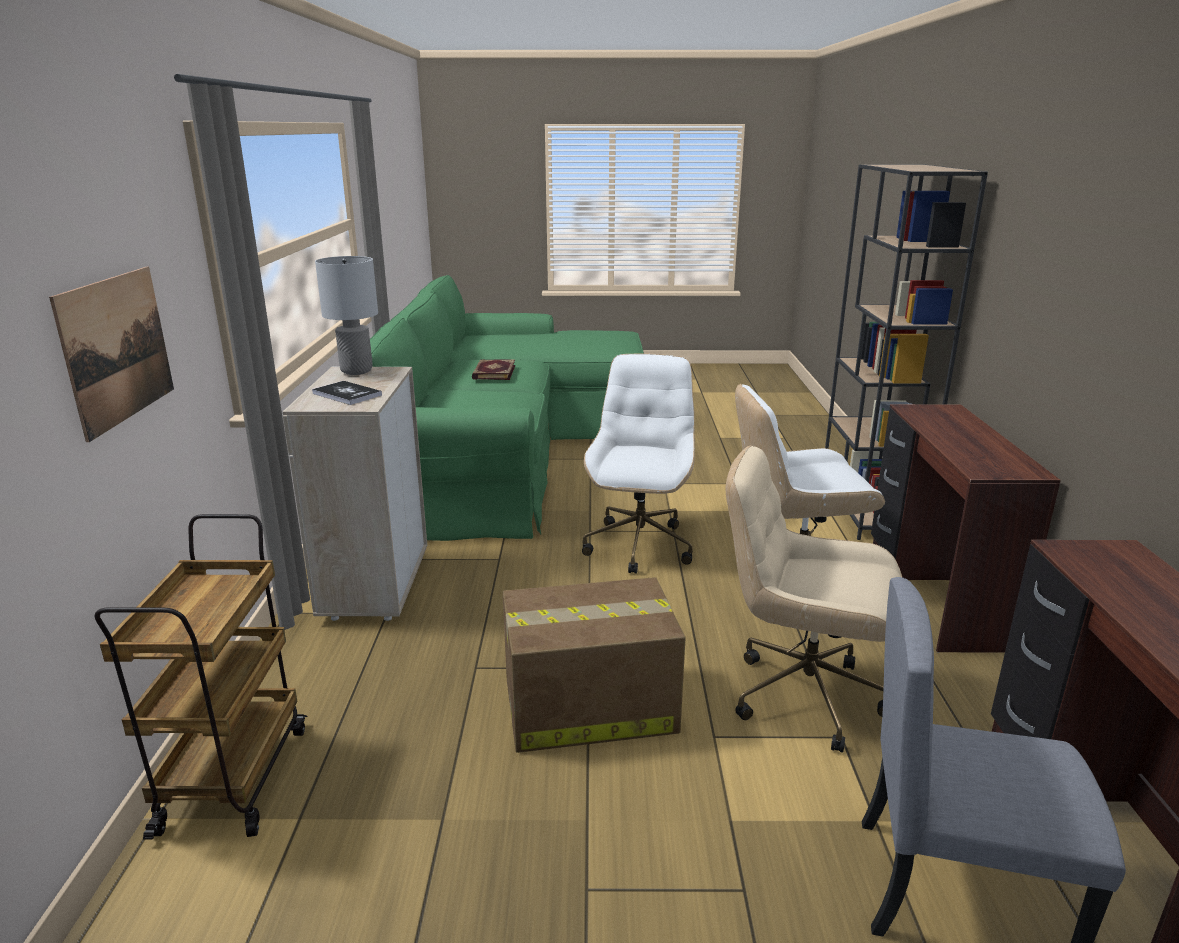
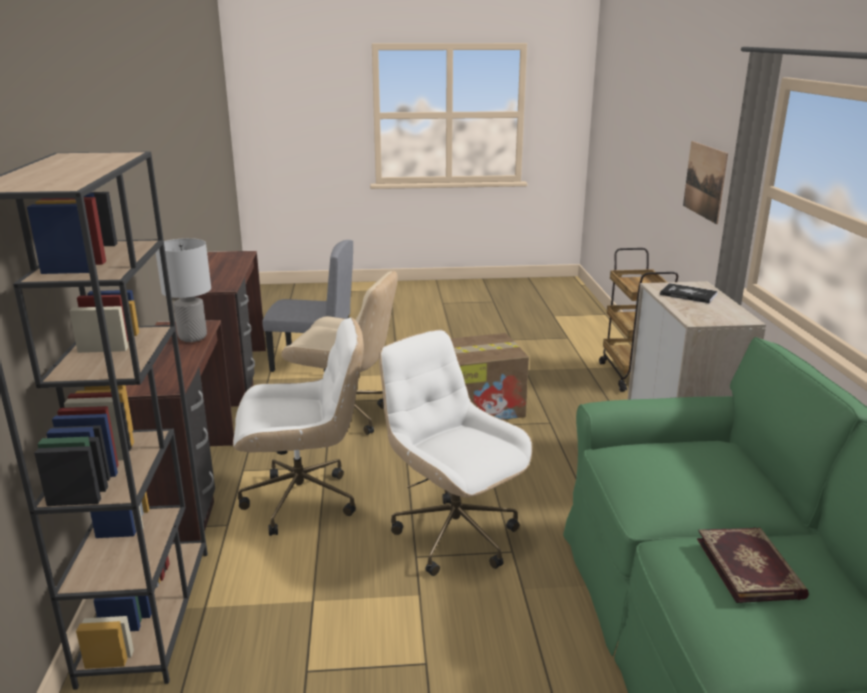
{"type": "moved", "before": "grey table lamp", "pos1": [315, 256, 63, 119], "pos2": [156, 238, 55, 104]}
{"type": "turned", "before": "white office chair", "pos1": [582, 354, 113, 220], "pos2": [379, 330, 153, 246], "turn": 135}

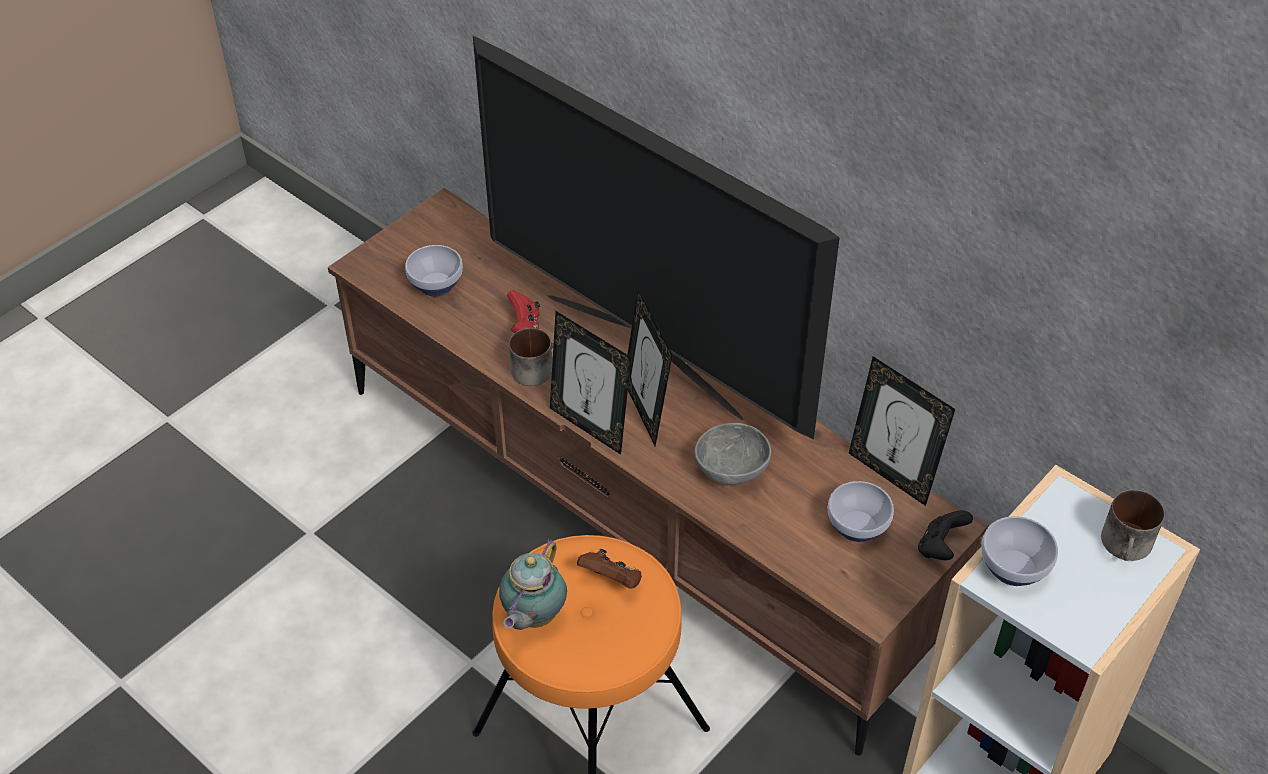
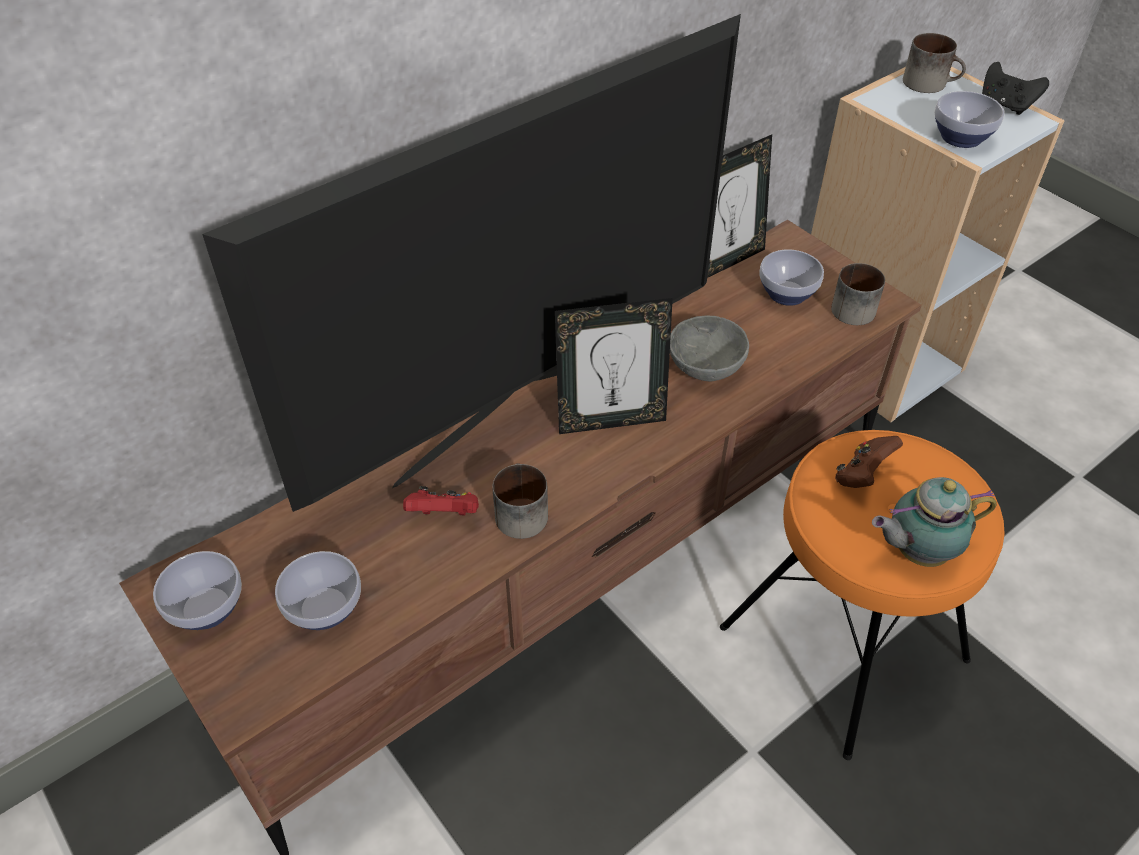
{"type": "removed", "before": "picture frame", "pos1": [550, 311, 81, 144]}
{"type": "added", "after": "bowl", "pos2": [153, 551, 89, 79]}
{"type": "added", "after": "mug", "pos2": [831, 263, 54, 62]}
{"type": "moved", "before": "black game controller", "pos1": [918, 511, 55, 49], "pos2": [982, 62, 67, 53]}
{"type": "turned", "before": "teapot", "pos1": [499, 539, 68, 91], "pos2": [872, 477, 125, 90], "turn": 135}

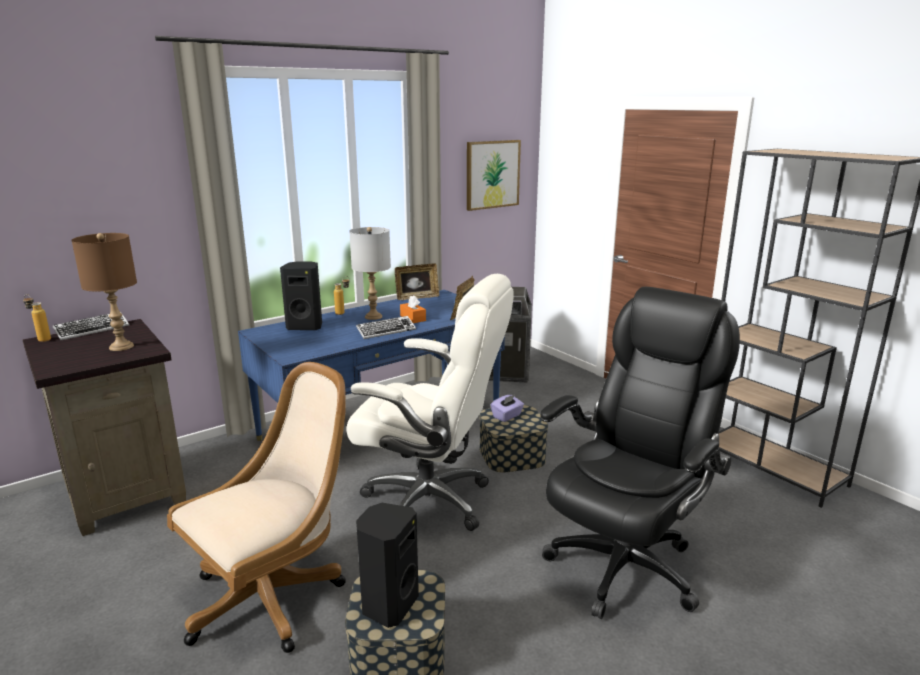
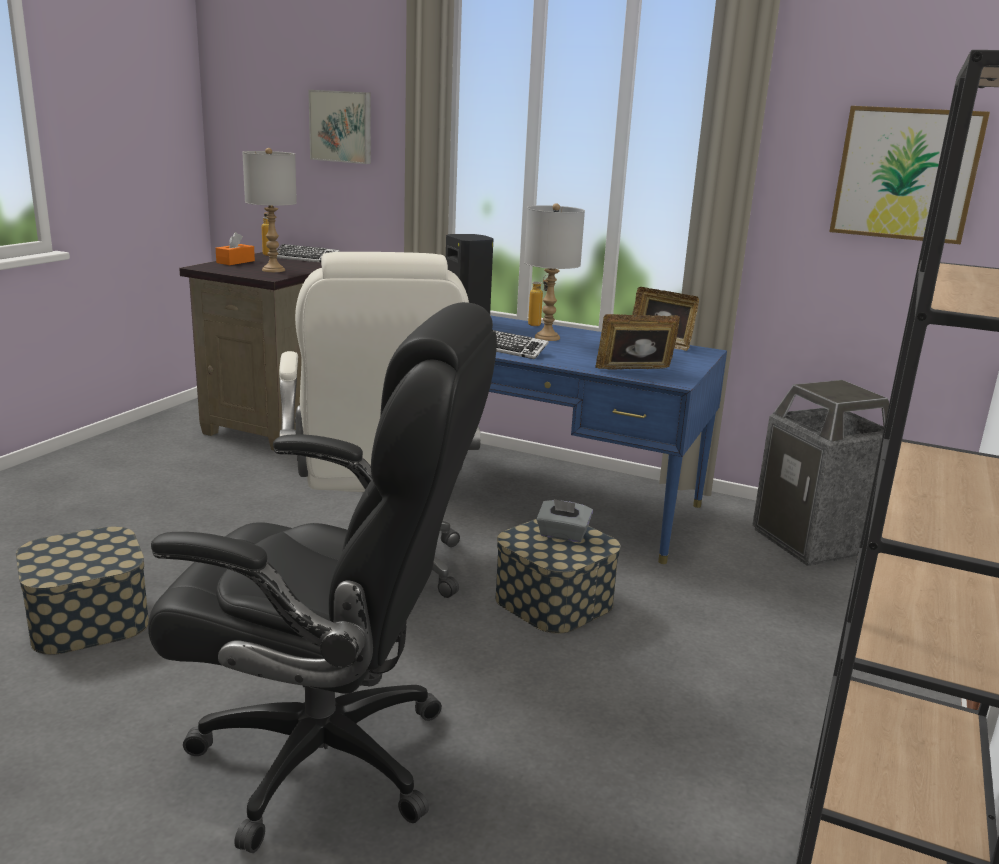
{"type": "removed", "before": "office chair", "pos1": [167, 362, 179, 291]}
{"type": "removed", "before": "black speaker", "pos1": [356, 503, 63, 125]}
{"type": "added", "after": "picture", "pos2": [308, 90, 63, 74]}
{"type": "moved", "before": "orange tissue box", "pos1": [400, 295, 26, 28], "pos2": [216, 232, 39, 33]}
{"type": "recoloured", "before": "brown table lamp", "after": "grey table lamp", "pos1": [72, 233, 65, 118], "pos2": [242, 148, 55, 124]}
{"type": "recoloured", "before": "purple tissue box", "after": "grey tissue box", "pos1": [491, 394, 33, 28], "pos2": [536, 499, 57, 44]}

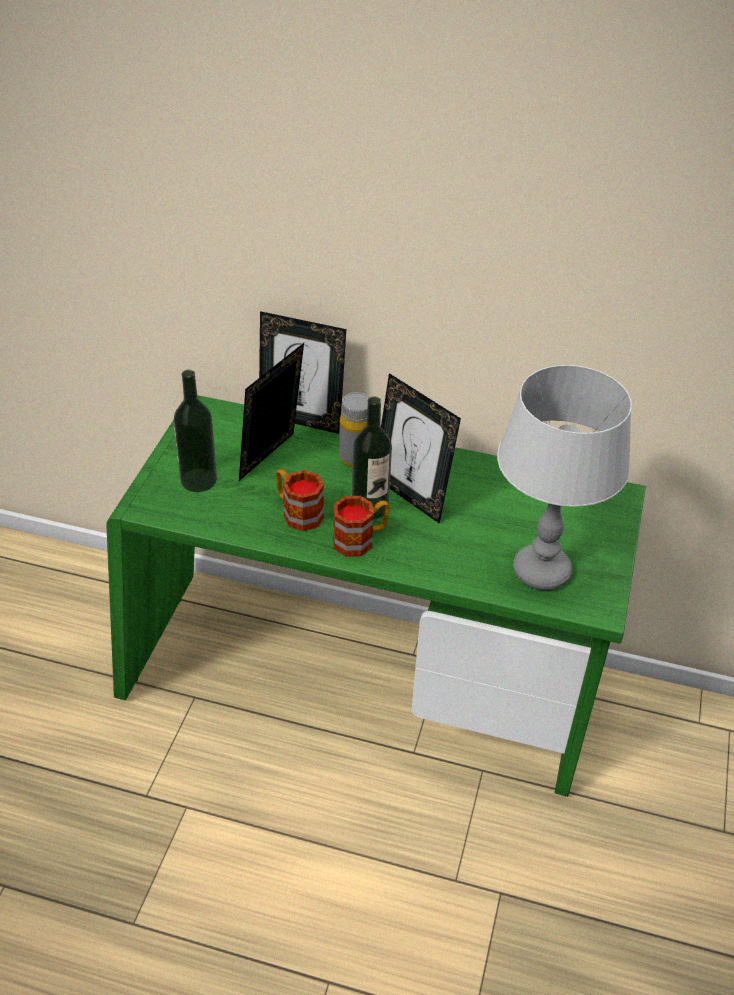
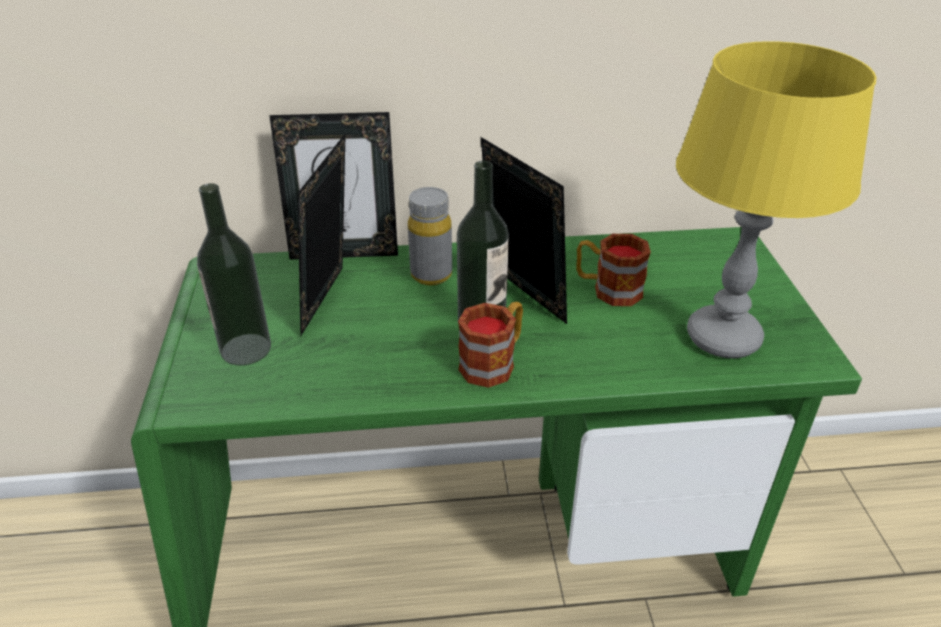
{"type": "moved", "before": "mug", "pos1": [276, 469, 48, 62], "pos2": [577, 234, 74, 72]}
{"type": "recoloured", "before": "grey table lamp", "after": "yellow table lamp", "pos1": [497, 365, 135, 225], "pos2": [676, 41, 200, 317]}
{"type": "turned", "before": "picture frame", "pos1": [381, 373, 80, 151], "pos2": [480, 137, 87, 187], "turn": -150}

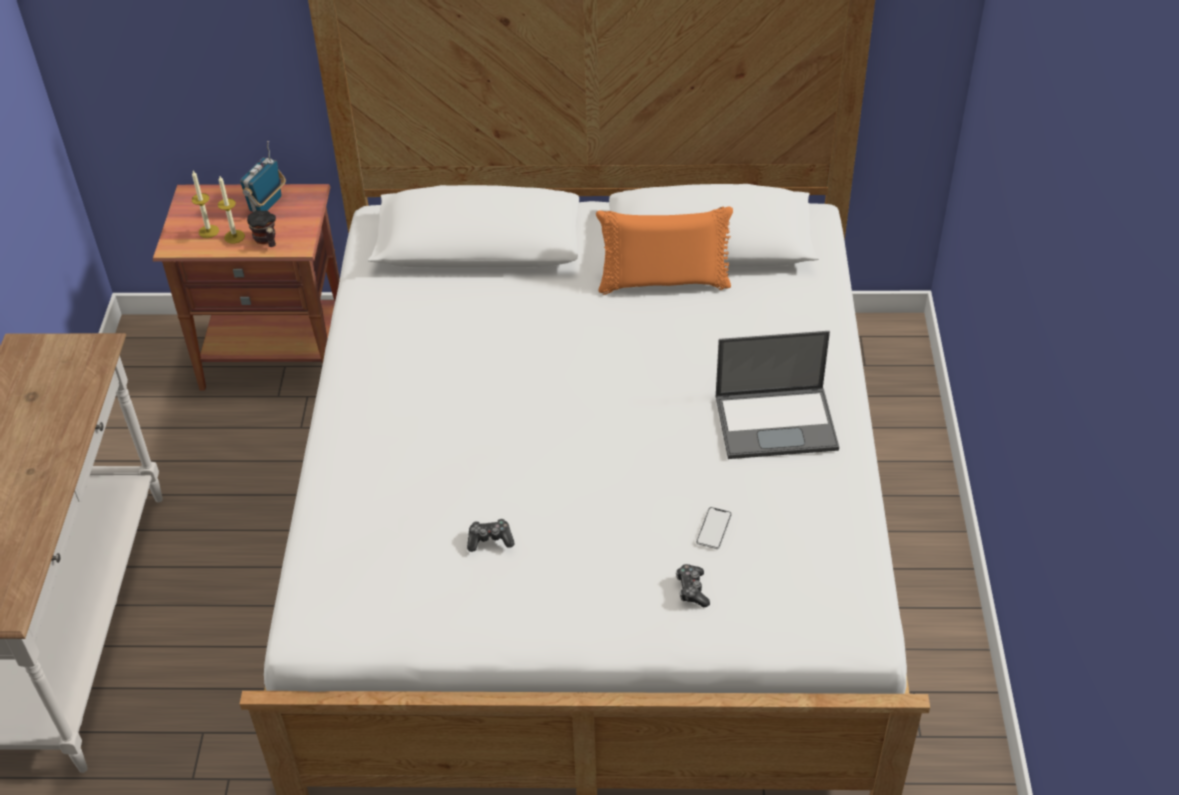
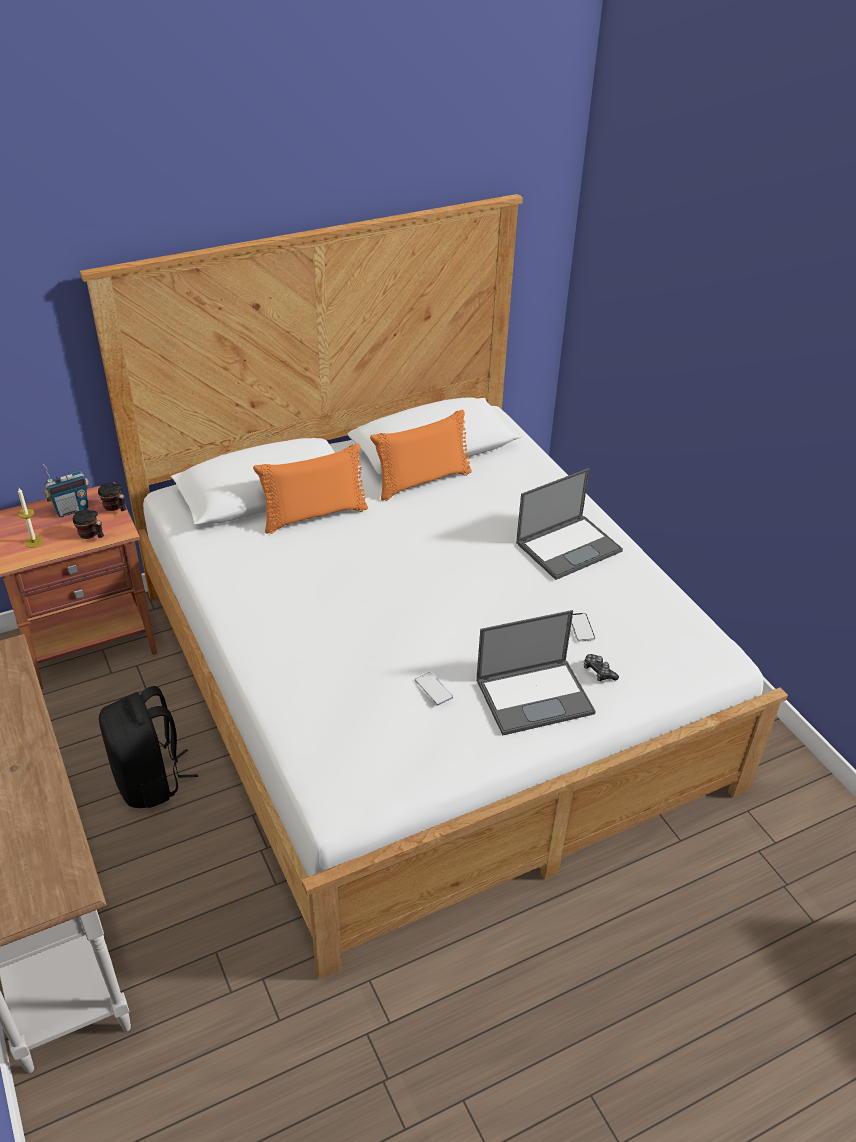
{"type": "removed", "before": "candle", "pos1": [218, 176, 27, 67]}
{"type": "added", "after": "mug", "pos2": [98, 483, 29, 28]}
{"type": "added", "after": "black backpack", "pos2": [99, 686, 99, 122]}
{"type": "added", "after": "orange pillow", "pos2": [253, 444, 115, 90]}
{"type": "added", "after": "laptop", "pos2": [476, 610, 120, 126]}
{"type": "replaced", "before": "game controller", "after": "phone", "pos1": [467, 519, 48, 33], "pos2": [415, 672, 38, 33]}
{"type": "turned", "before": "radio", "pos1": [240, 141, 46, 71], "pos2": [43, 464, 46, 53], "turn": -120}

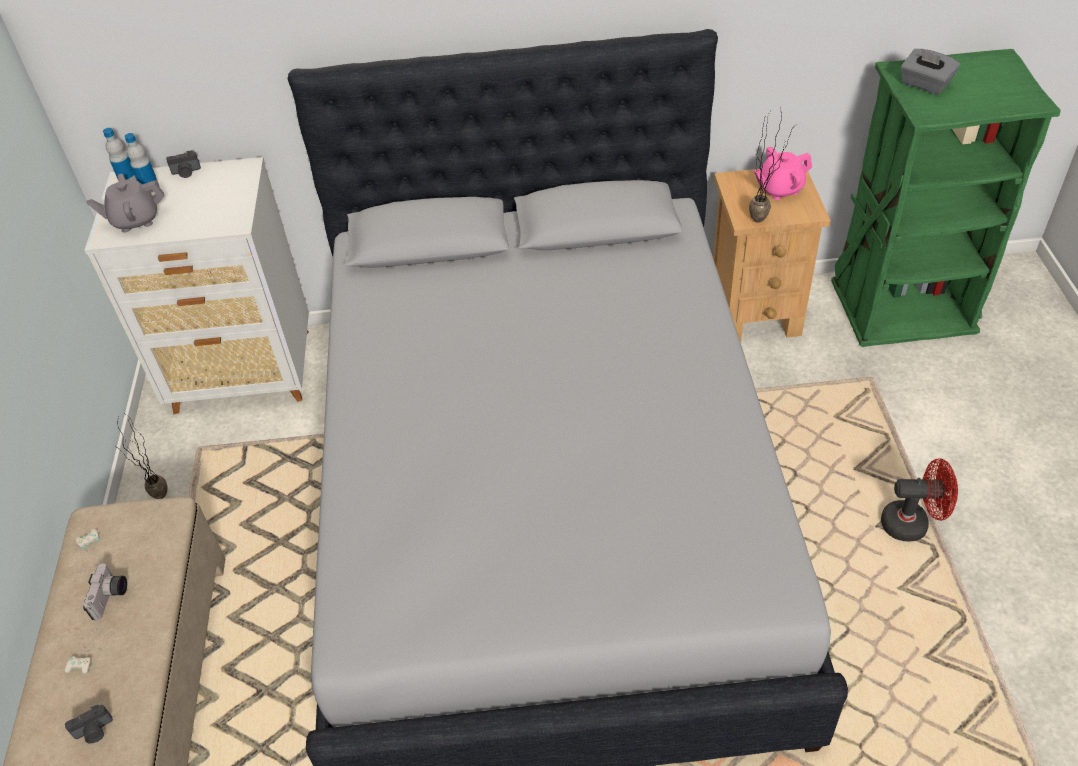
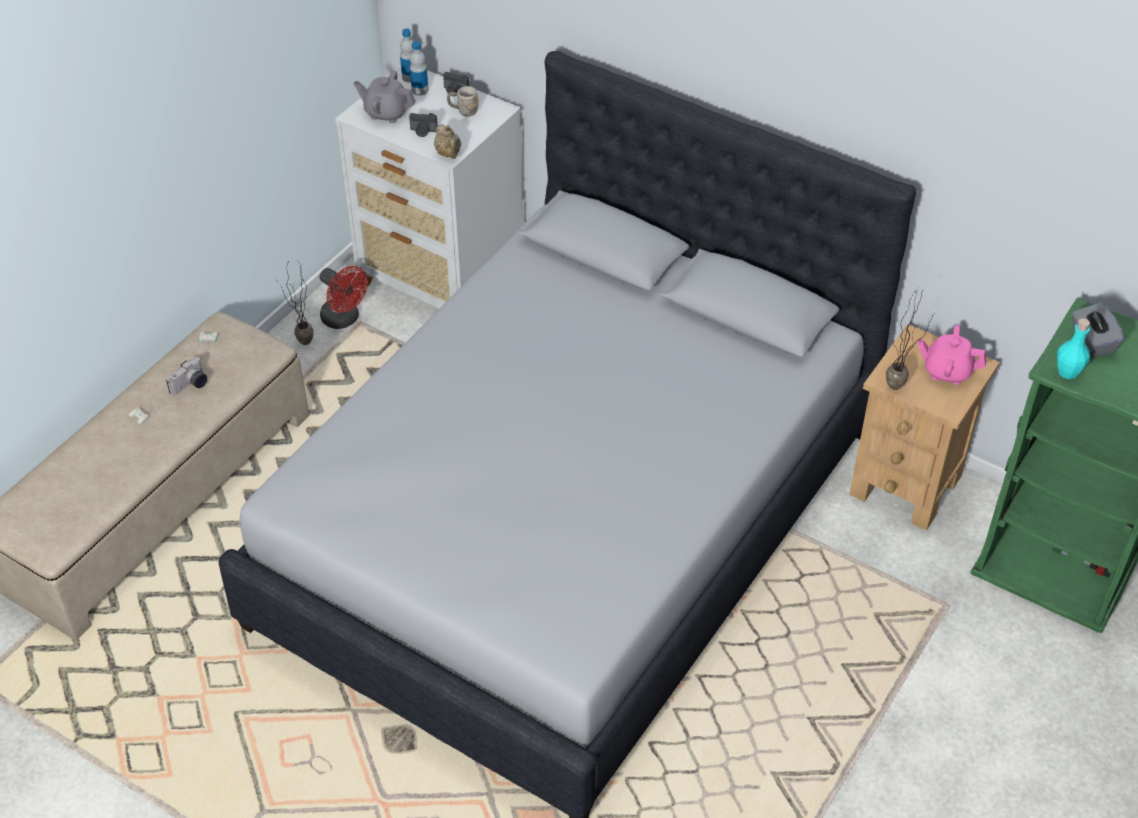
{"type": "added", "after": "beige teapot", "pos2": [434, 124, 27, 35]}
{"type": "added", "after": "grey mug", "pos2": [447, 86, 32, 31]}
{"type": "added", "after": "turquoise bottle", "pos2": [1057, 318, 33, 61]}
{"type": "moved", "before": "photo camera", "pos1": [65, 705, 48, 38], "pos2": [409, 113, 29, 24]}
{"type": "moved", "before": "red fan", "pos1": [881, 458, 77, 83], "pos2": [320, 266, 48, 63]}

